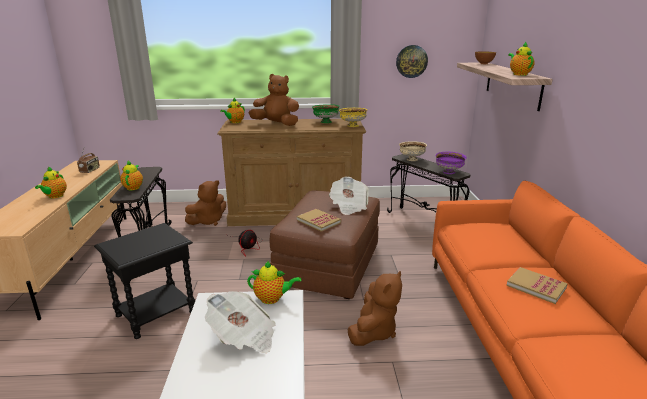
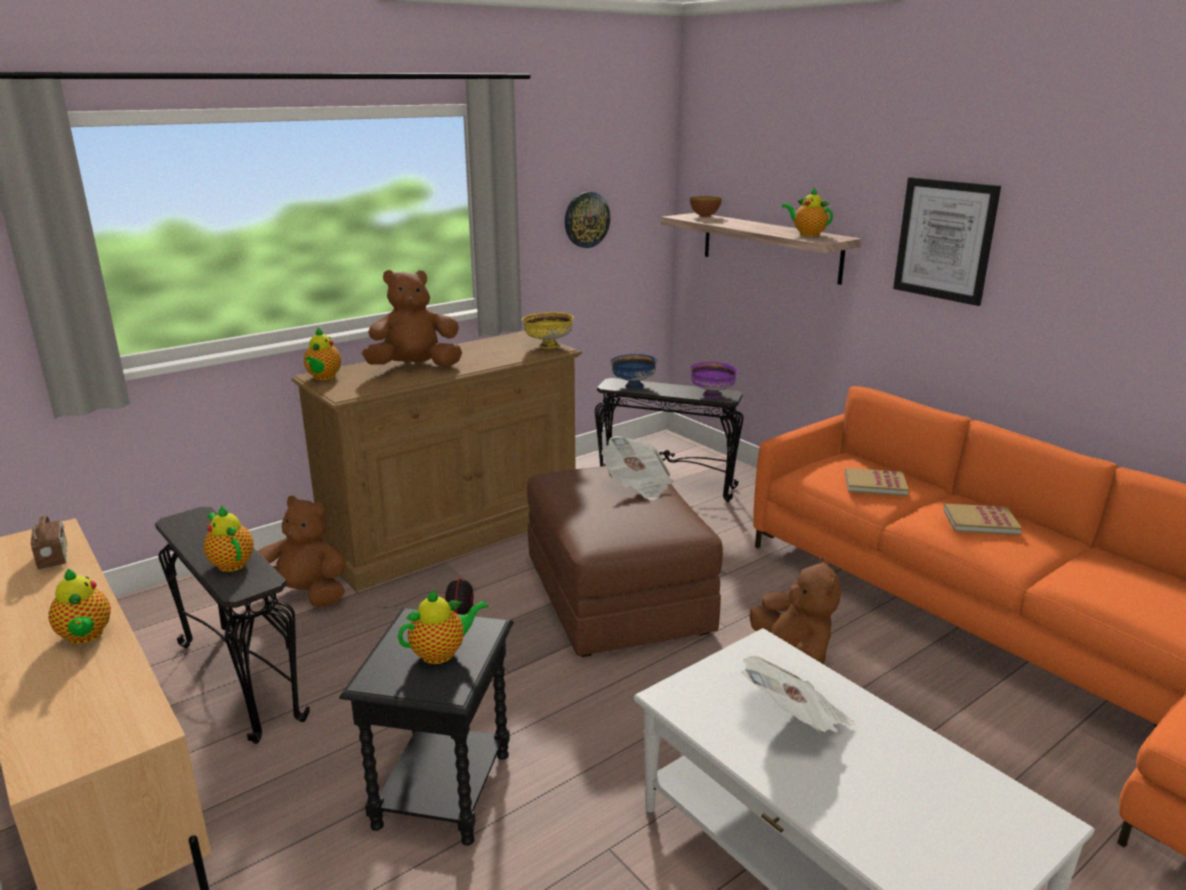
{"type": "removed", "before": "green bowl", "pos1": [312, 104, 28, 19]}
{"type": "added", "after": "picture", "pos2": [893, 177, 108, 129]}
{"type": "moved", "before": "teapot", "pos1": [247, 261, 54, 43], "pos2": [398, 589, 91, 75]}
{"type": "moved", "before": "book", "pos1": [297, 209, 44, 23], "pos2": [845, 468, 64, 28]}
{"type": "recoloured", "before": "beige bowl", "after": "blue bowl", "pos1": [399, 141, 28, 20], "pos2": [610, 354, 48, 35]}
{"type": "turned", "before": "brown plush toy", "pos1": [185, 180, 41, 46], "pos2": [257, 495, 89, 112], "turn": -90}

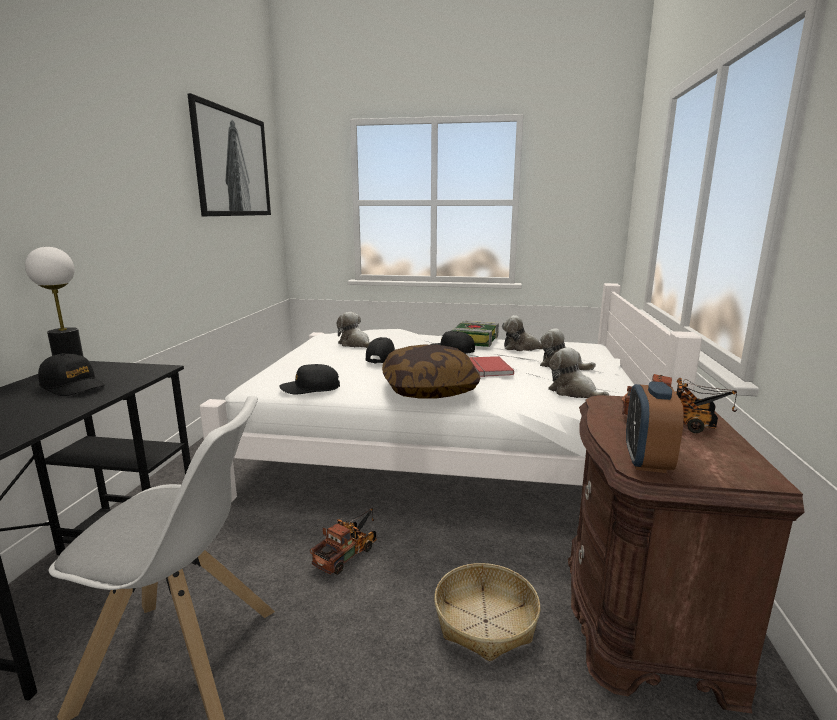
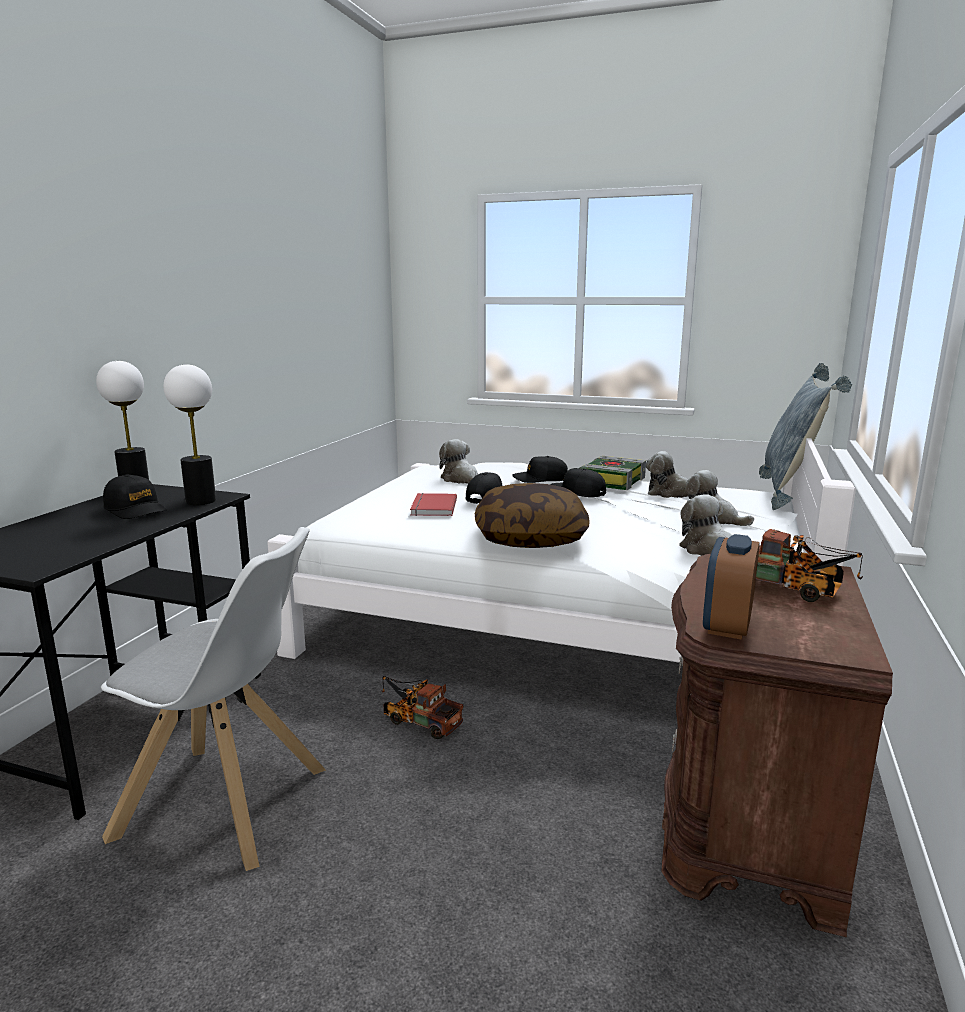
{"type": "removed", "before": "picture", "pos1": [187, 93, 84, 123]}
{"type": "removed", "before": "basket", "pos1": [434, 563, 107, 99]}
{"type": "added", "after": "table lamp", "pos2": [164, 364, 52, 141]}
{"type": "added", "after": "pillow", "pos2": [758, 362, 94, 148]}
{"type": "moved", "before": "black cap", "pos1": [280, 364, 60, 30], "pos2": [512, 456, 56, 27]}
{"type": "moved", "before": "red book", "pos1": [469, 356, 45, 21], "pos2": [410, 493, 47, 23]}
{"type": "turned", "before": "toy truck", "pos1": [310, 508, 67, 67], "pos2": [381, 676, 82, 63], "turn": -105}

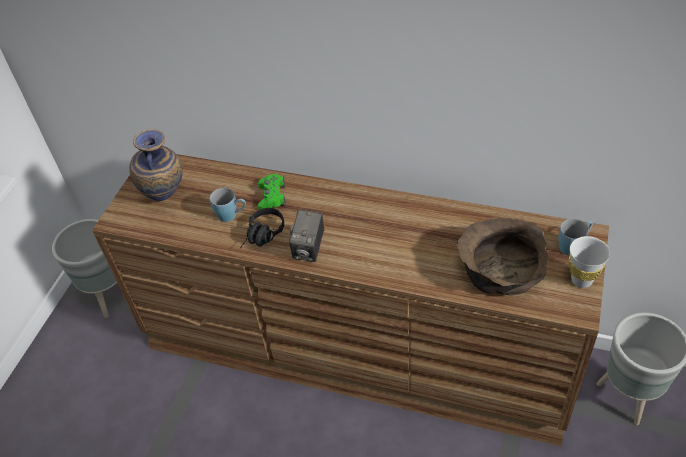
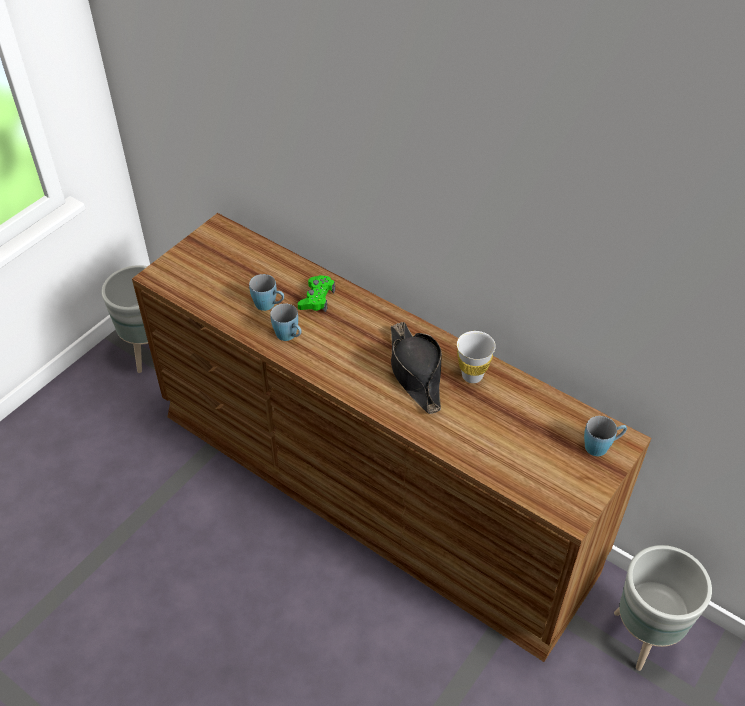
{"type": "removed", "before": "vase", "pos1": [129, 129, 53, 72]}
{"type": "removed", "before": "photo camera", "pos1": [289, 209, 35, 53]}
{"type": "removed", "before": "brown bowl", "pos1": [456, 218, 92, 77]}
{"type": "added", "after": "black hat", "pos2": [391, 322, 51, 92]}
{"type": "moved", "before": "white cup", "pos1": [569, 236, 41, 52], "pos2": [457, 331, 39, 52]}
{"type": "replaced", "before": "black headphones", "after": "blue mug", "pos1": [240, 208, 44, 40], "pos2": [270, 303, 32, 38]}

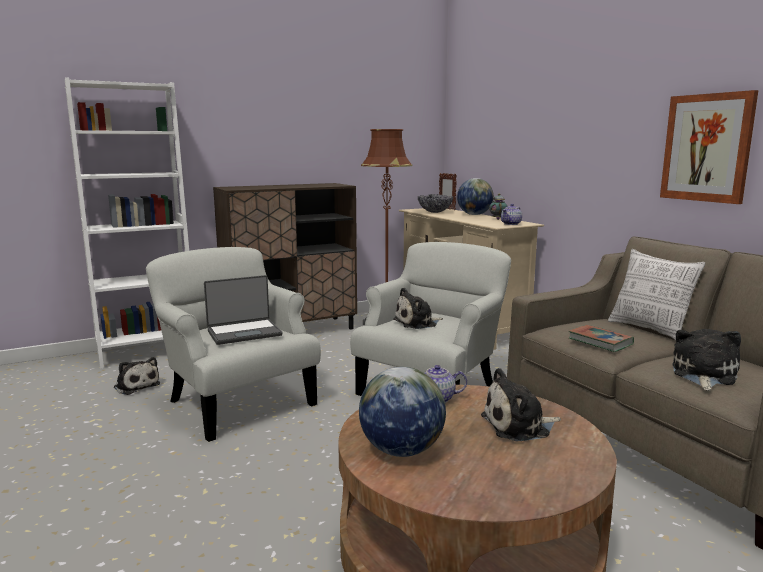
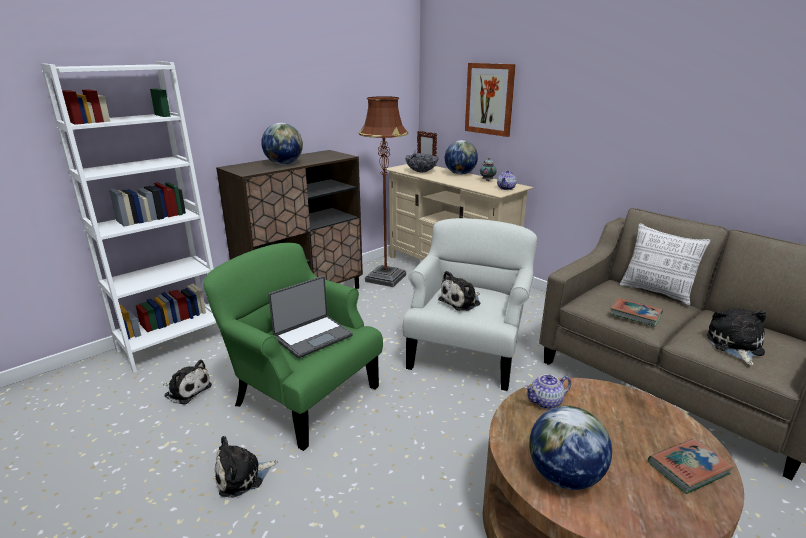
{"type": "added", "after": "globe", "pos2": [261, 123, 42, 42]}
{"type": "added", "after": "book", "pos2": [648, 438, 86, 56]}
{"type": "moved", "before": "plush toy", "pos1": [481, 368, 80, 73], "pos2": [215, 436, 63, 62]}
{"type": "moved", "before": "picture", "pos1": [660, 90, 98, 114], "pos2": [465, 63, 51, 74]}
{"type": "recoloured", "before": "white armchair", "after": "green armchair", "pos1": [146, 247, 175, 195], "pos2": [203, 243, 180, 208]}

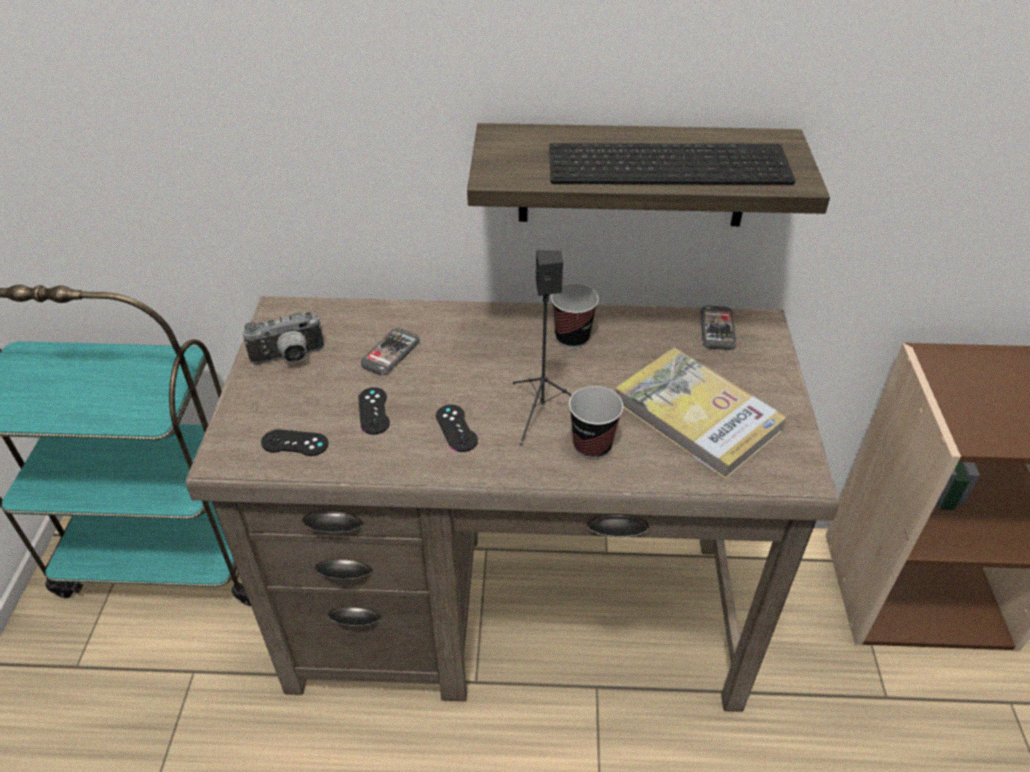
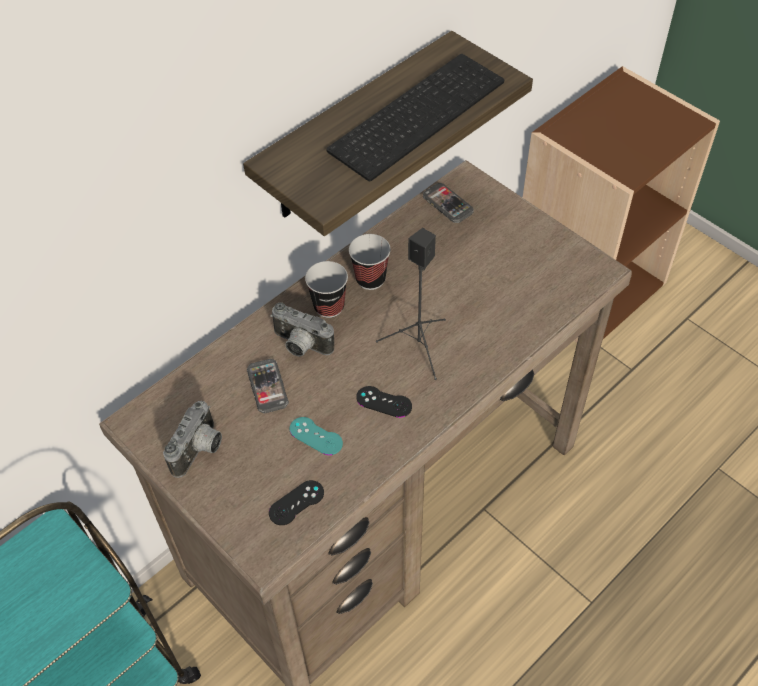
{"type": "removed", "before": "book", "pos1": [615, 348, 172, 131]}
{"type": "added", "after": "photo camera", "pos2": [270, 302, 64, 55]}
{"type": "moved", "before": "cup", "pos1": [569, 386, 54, 73], "pos2": [305, 261, 43, 57]}
{"type": "recoloured", "before": "black game controller", "after": "turquoise game controller", "pos1": [358, 387, 32, 48], "pos2": [290, 417, 53, 38]}

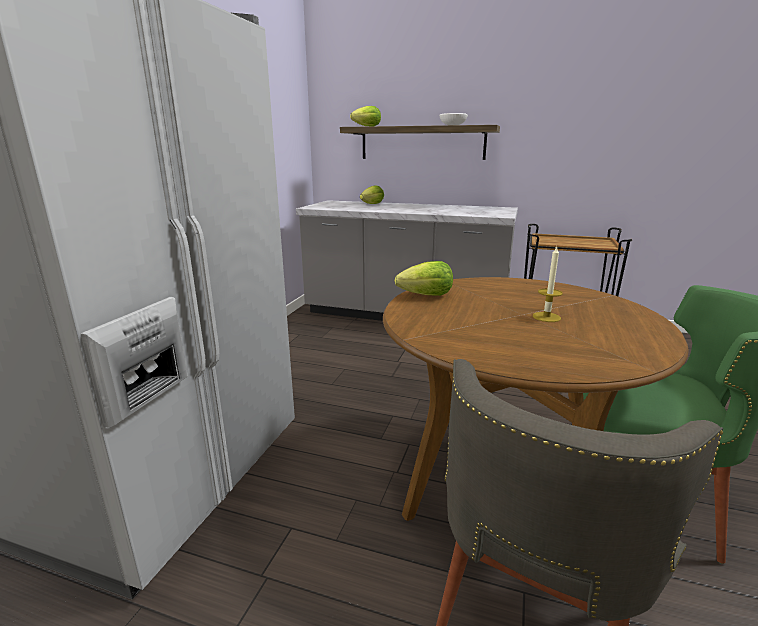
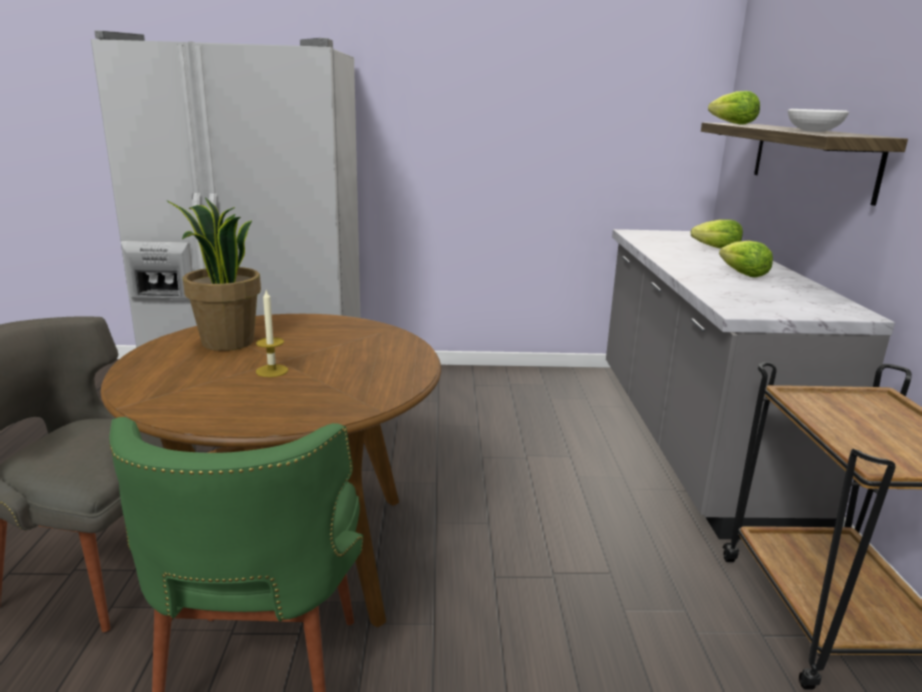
{"type": "added", "after": "potted plant", "pos2": [166, 197, 95, 154]}
{"type": "moved", "before": "lettuce", "pos1": [395, 261, 58, 35], "pos2": [719, 240, 54, 37]}

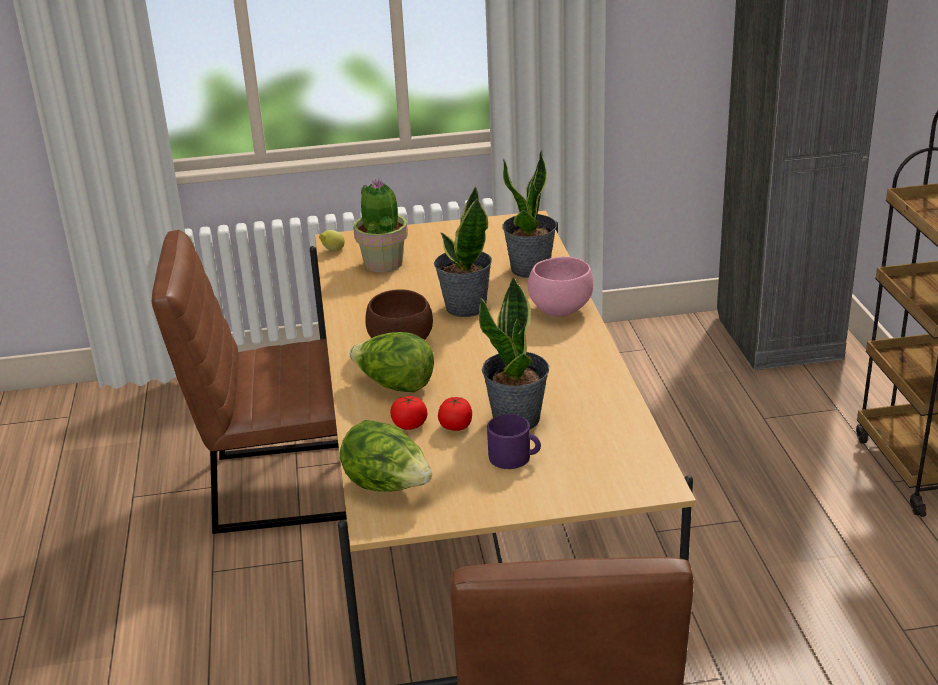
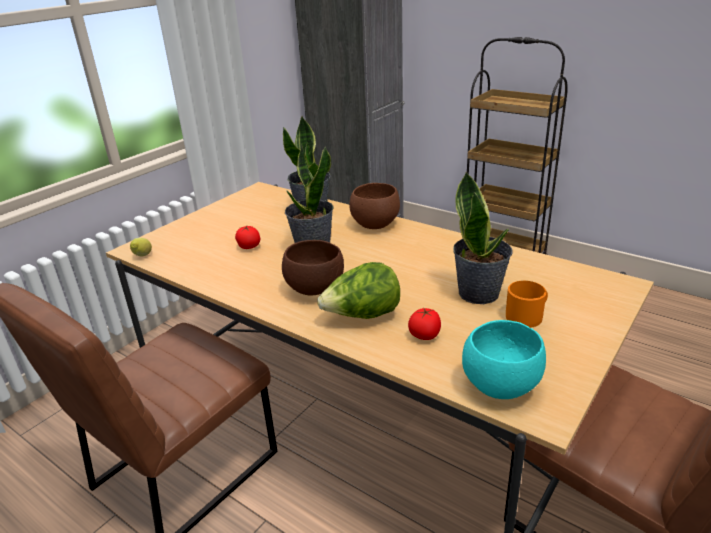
{"type": "removed", "before": "potted plant", "pos1": [353, 179, 55, 93]}
{"type": "moved", "before": "tomato", "pos1": [438, 397, 34, 34], "pos2": [235, 226, 25, 23]}
{"type": "replaced", "before": "lettuce", "after": "turquoise bowl", "pos1": [340, 420, 92, 72], "pos2": [462, 320, 84, 79]}
{"type": "recoloured", "before": "purple mug", "after": "orange mug", "pos1": [487, 414, 54, 55], "pos2": [506, 281, 42, 47]}
{"type": "recoloured", "before": "pink bowl", "after": "brown bowl", "pos1": [528, 257, 65, 60], "pos2": [349, 183, 51, 46]}

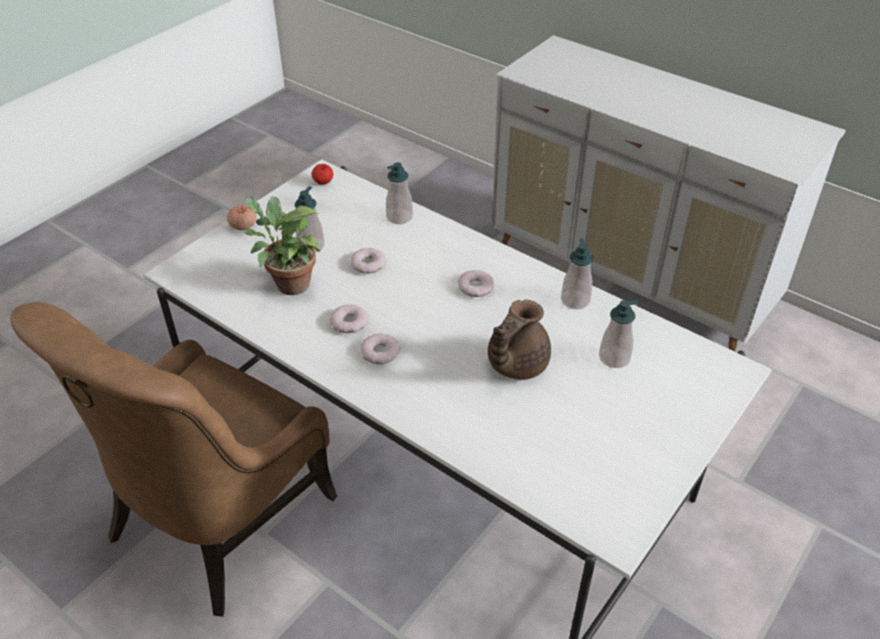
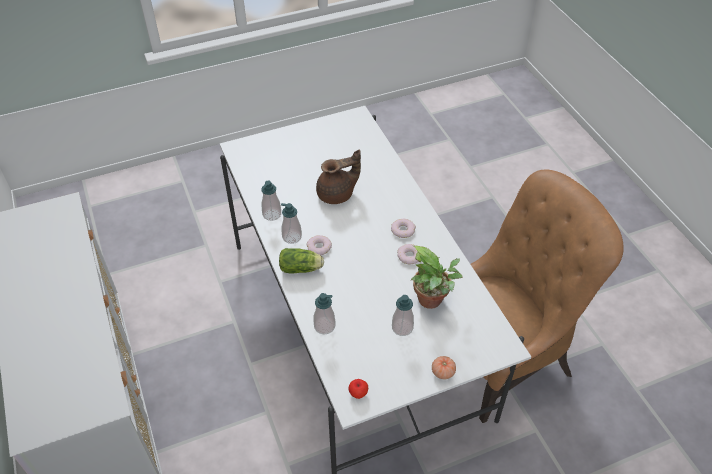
{"type": "removed", "before": "donut", "pos1": [350, 248, 36, 26]}
{"type": "added", "after": "lettuce", "pos2": [279, 248, 45, 25]}
{"type": "moved", "before": "soap dispenser", "pos1": [599, 300, 39, 68], "pos2": [281, 203, 21, 41]}

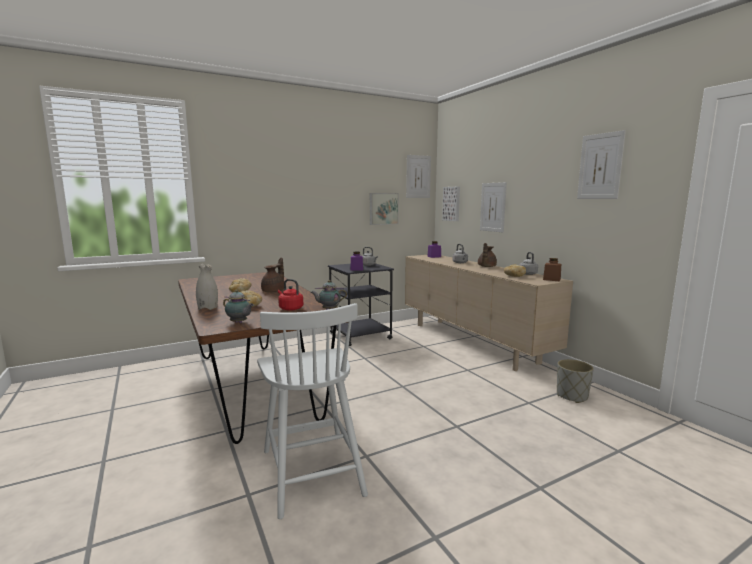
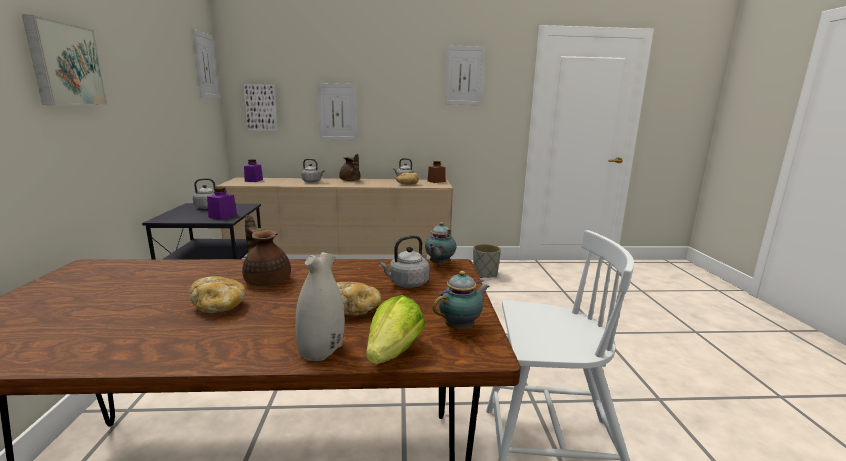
{"type": "added", "after": "lettuce", "pos2": [366, 295, 59, 69]}
{"type": "moved", "before": "picture", "pos1": [370, 193, 29, 32], "pos2": [22, 14, 85, 91]}
{"type": "recoloured", "before": "red kettle", "after": "grey kettle", "pos1": [278, 279, 25, 32], "pos2": [379, 235, 50, 53]}

